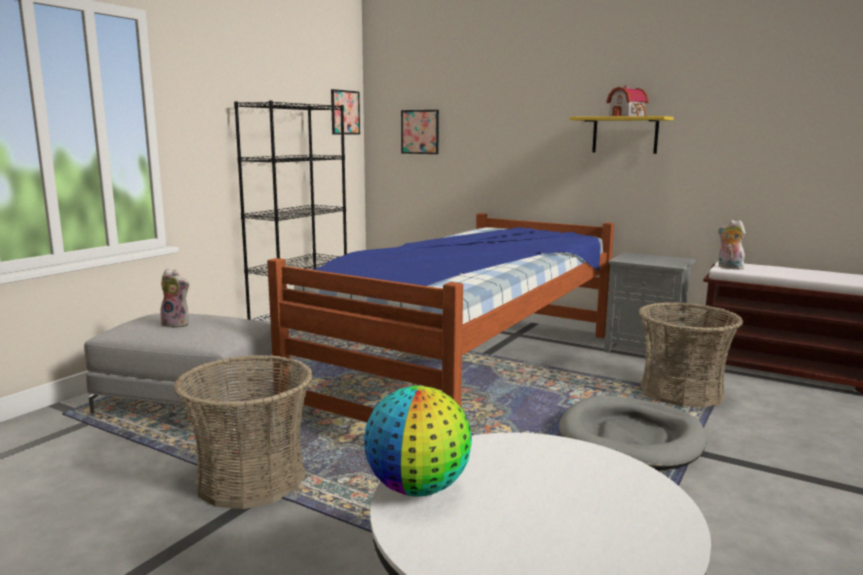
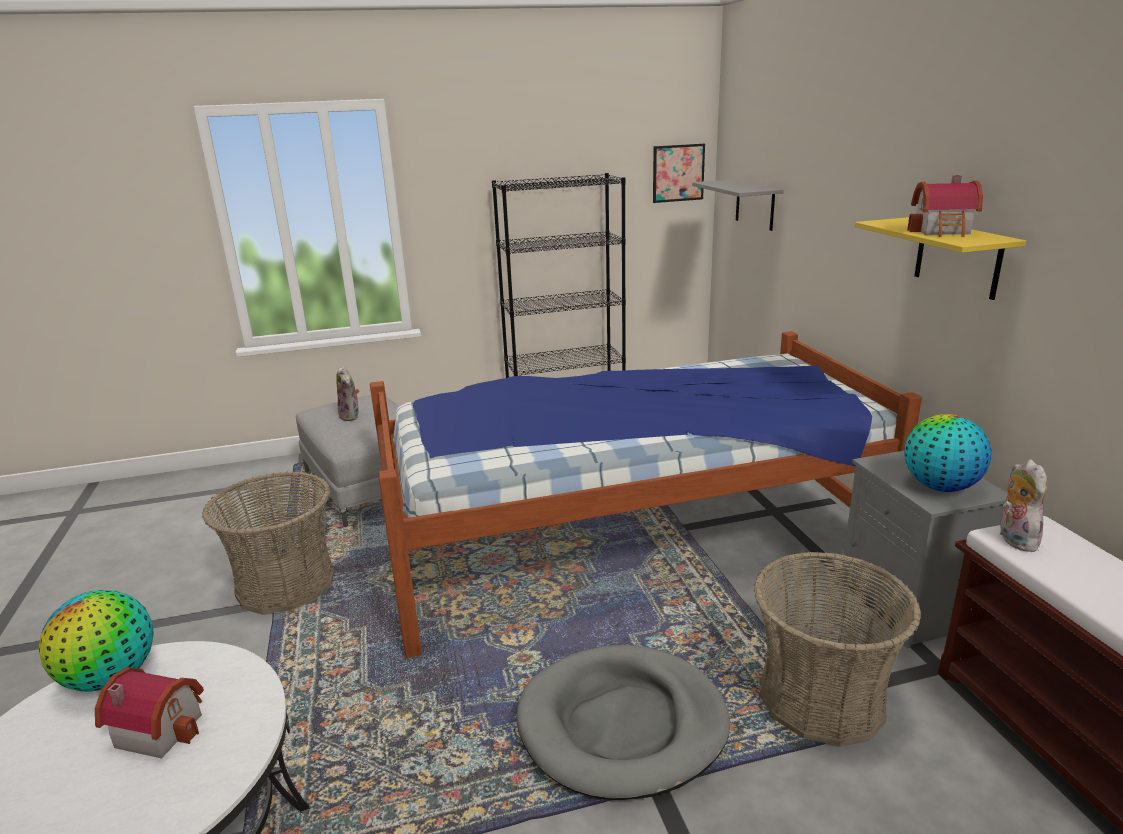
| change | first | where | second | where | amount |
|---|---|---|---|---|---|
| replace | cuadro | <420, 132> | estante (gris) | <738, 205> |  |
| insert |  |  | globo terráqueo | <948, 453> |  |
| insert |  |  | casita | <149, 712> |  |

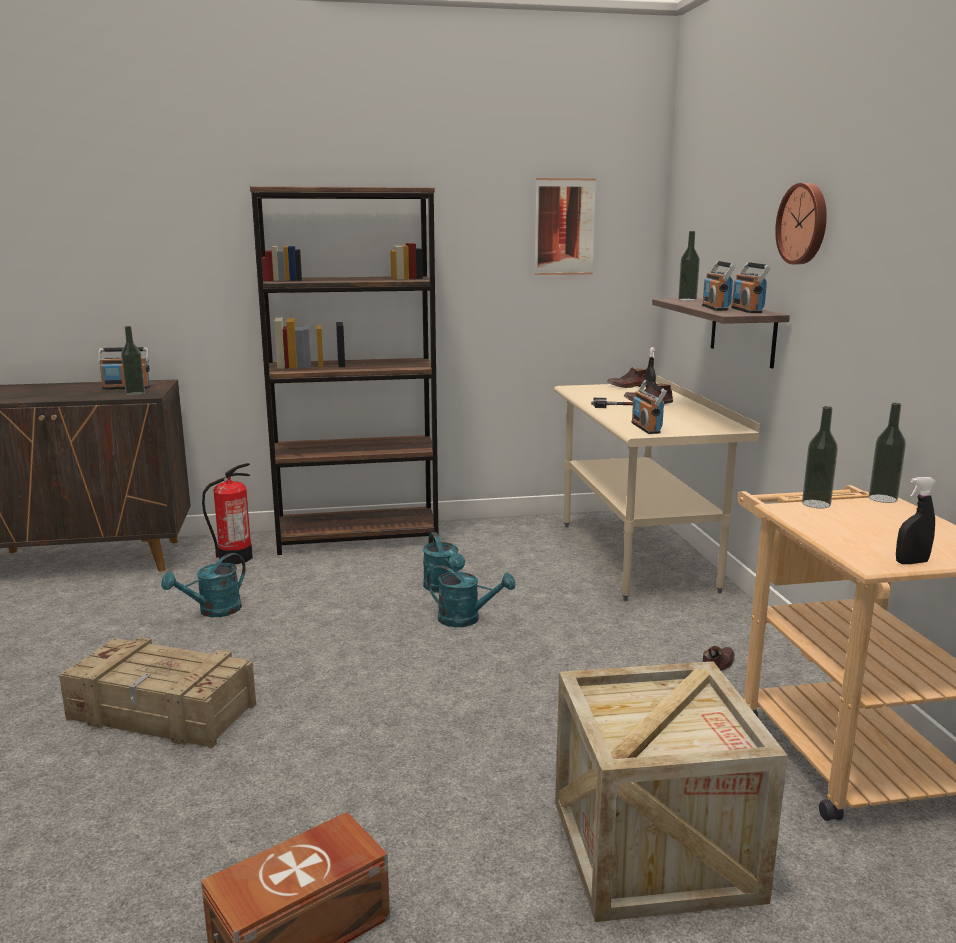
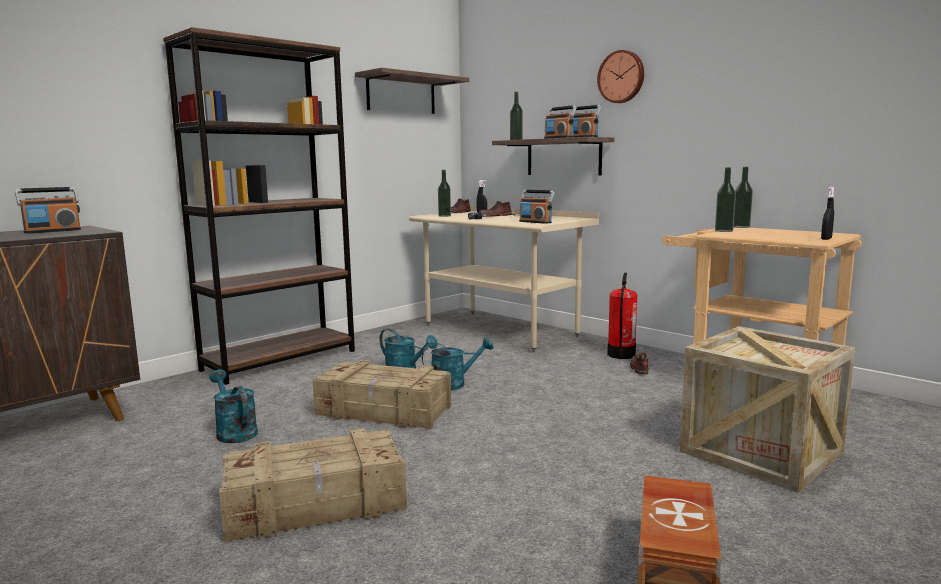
| change | first | where | second | where | amount |
|---|---|---|---|---|---|
| replace | cuadro | <565, 226> | estante | <412, 91> |  |
| move | botella | <133, 361> |  | <444, 193> |  |
| move | extintor | <227, 513> |  | <622, 316> |  |
| rotate | regadera (turquesa) | <203, 585> |  | <233, 406> | 135 degrees clockwise |
| insert |  |  | caja de embalaje | <381, 394> |  |

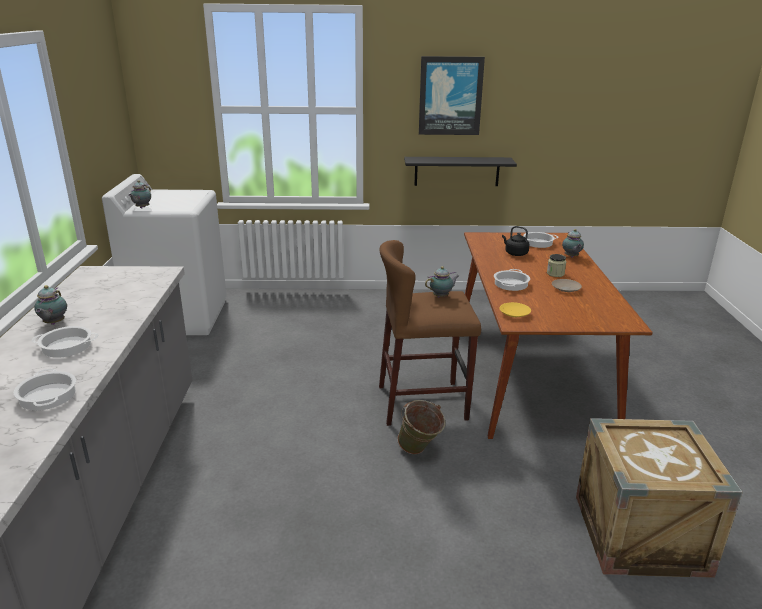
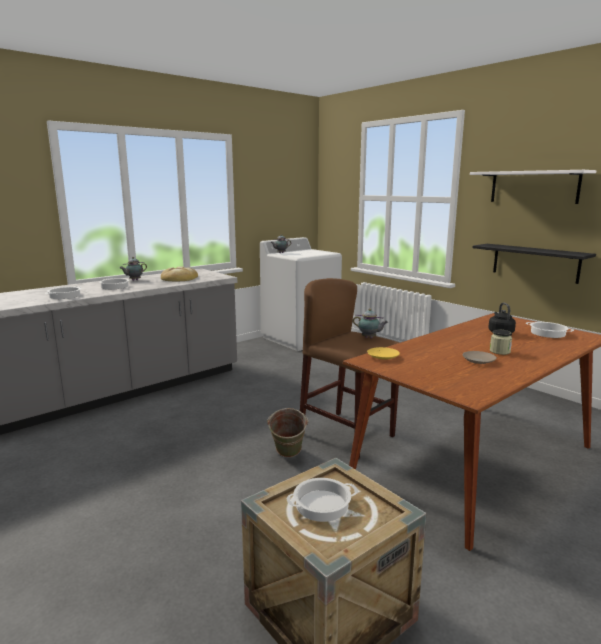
| change | first | where | second | where | amount |
|---|---|---|---|---|---|
| replace | cuadro | <452, 95> | estante (blanco) | <533, 187> |  |
| delete | tetera | <573, 243> |  |  |  |
| move | olla | <512, 280> |  | <322, 500> |  |
| insert |  |  | pan | <179, 274> |  |

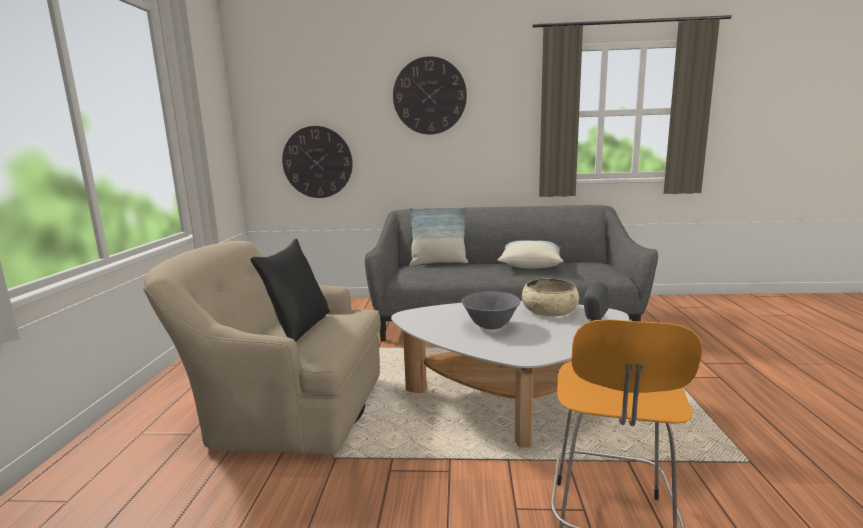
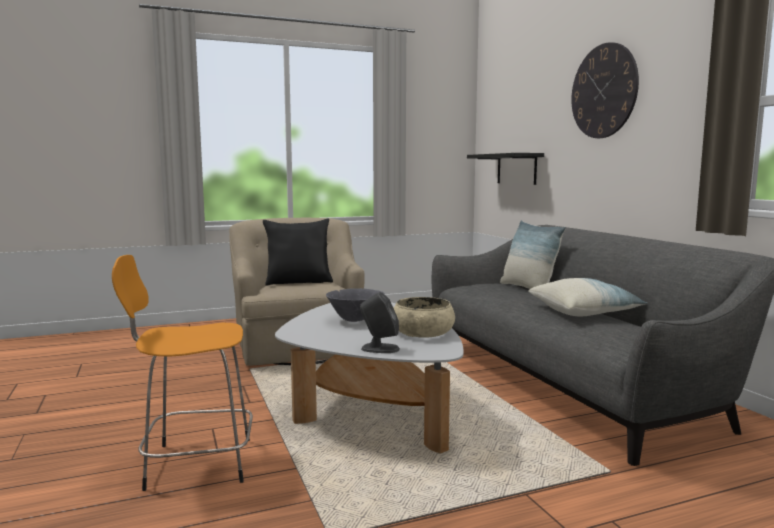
| change | first | where | second | where | amount |
|---|---|---|---|---|---|
| replace | reloj de pared | <317, 162> | estante (negro) | <505, 169> |  |

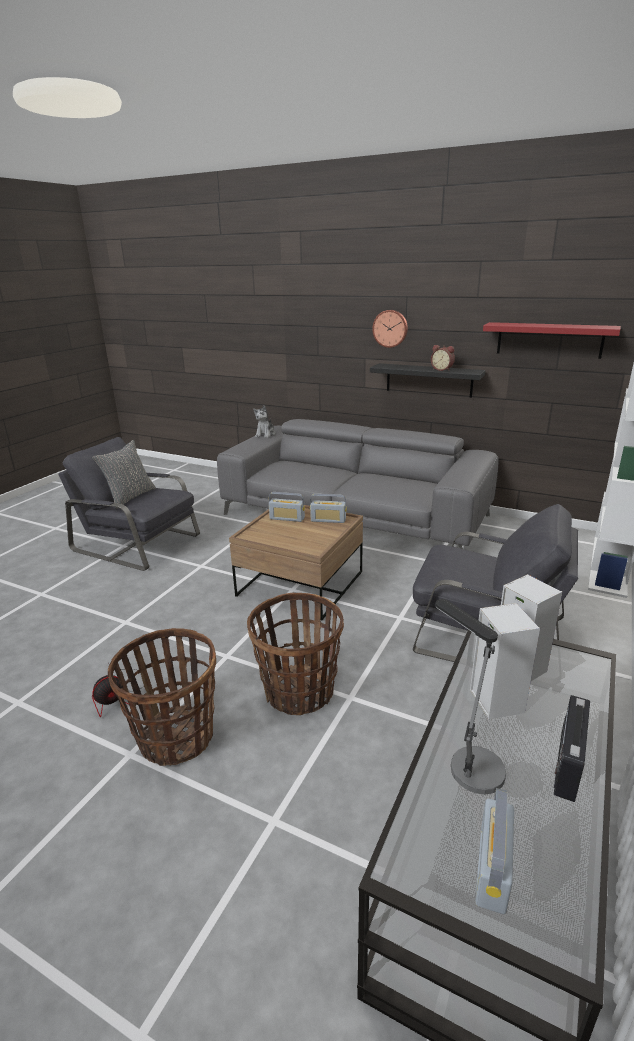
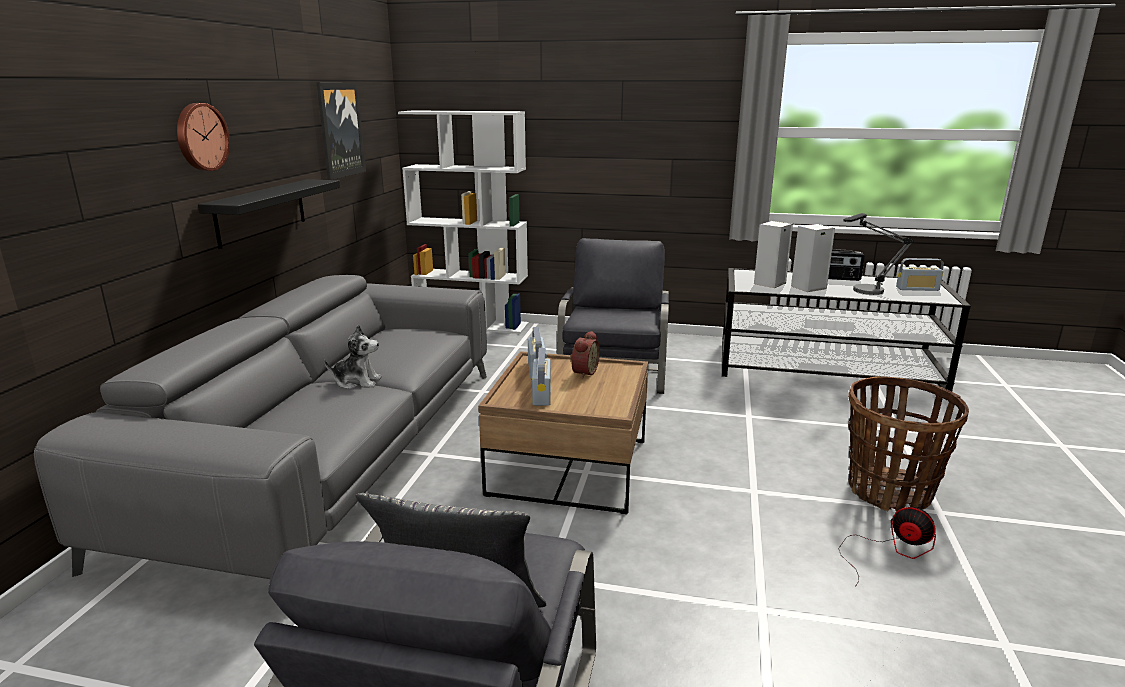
| change | first | where | second | where | amount |
|---|---|---|---|---|---|
| replace | estante (rojo) | <552, 340> | cuadro | <341, 131> |  |
| move | despertador | <443, 358> |  | <585, 355> |  |
| move | peluche | <264, 421> |  | <353, 356> |  |
| delete | cesta | <295, 654> |  |  |  |

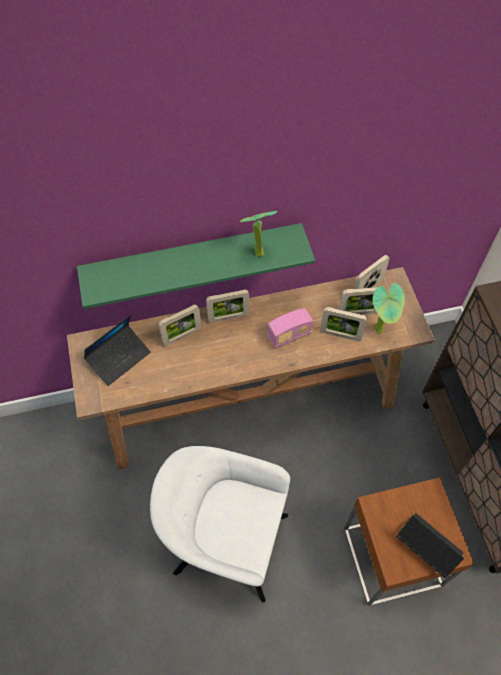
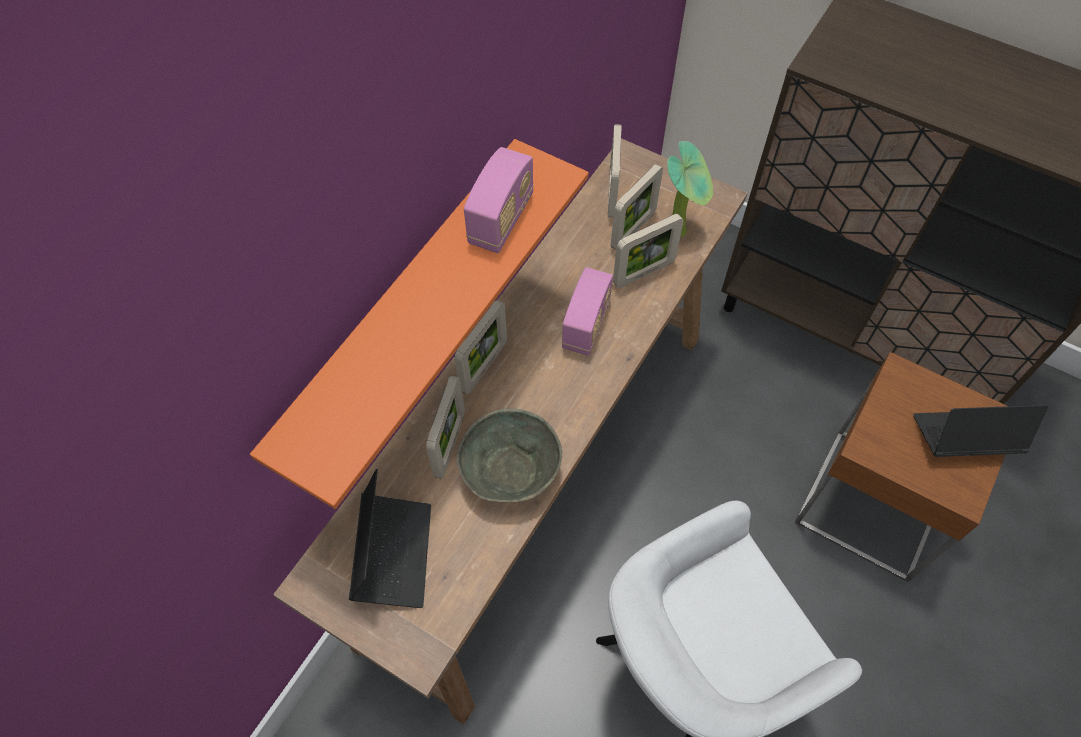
| change | first | where | second | where | amount |
|---|---|---|---|---|---|
| replace | planta en maceta | <258, 234> | radio | <499, 200> |  |
| recolor | estante (verde) | <196, 266> | estante (naranja) | <419, 324> |  |
| insert |  |  | cuenco (gris) | <509, 455> |  |

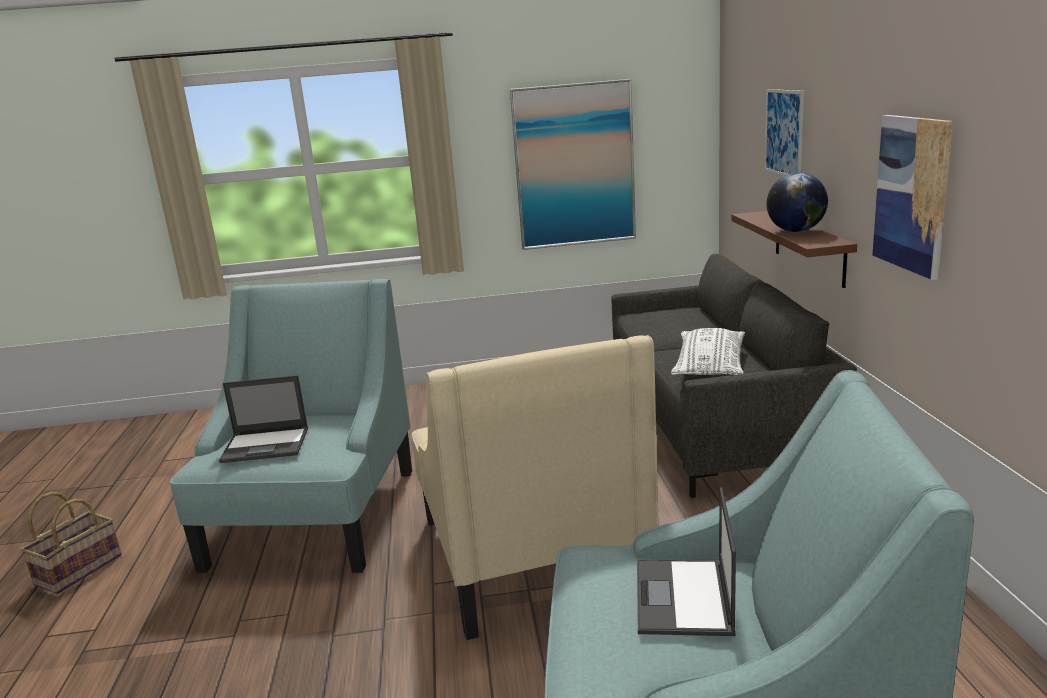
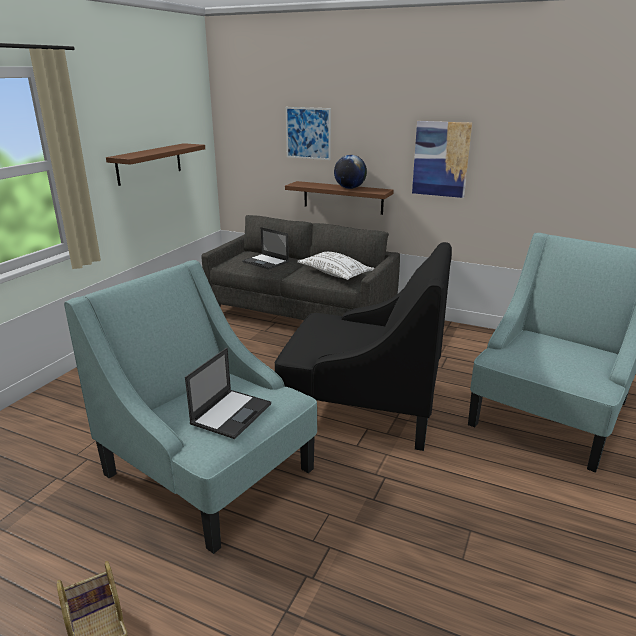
| change | first | where | second | where | amount |
|---|---|---|---|---|---|
| replace | cuadro | <573, 164> | estante (marrón) | <155, 164> |  |
| recolor | sillón (beis) | <535, 487> | sillón (negro) | <363, 346> |  |
| move | portátil | <686, 561> |  | <265, 248> |  |

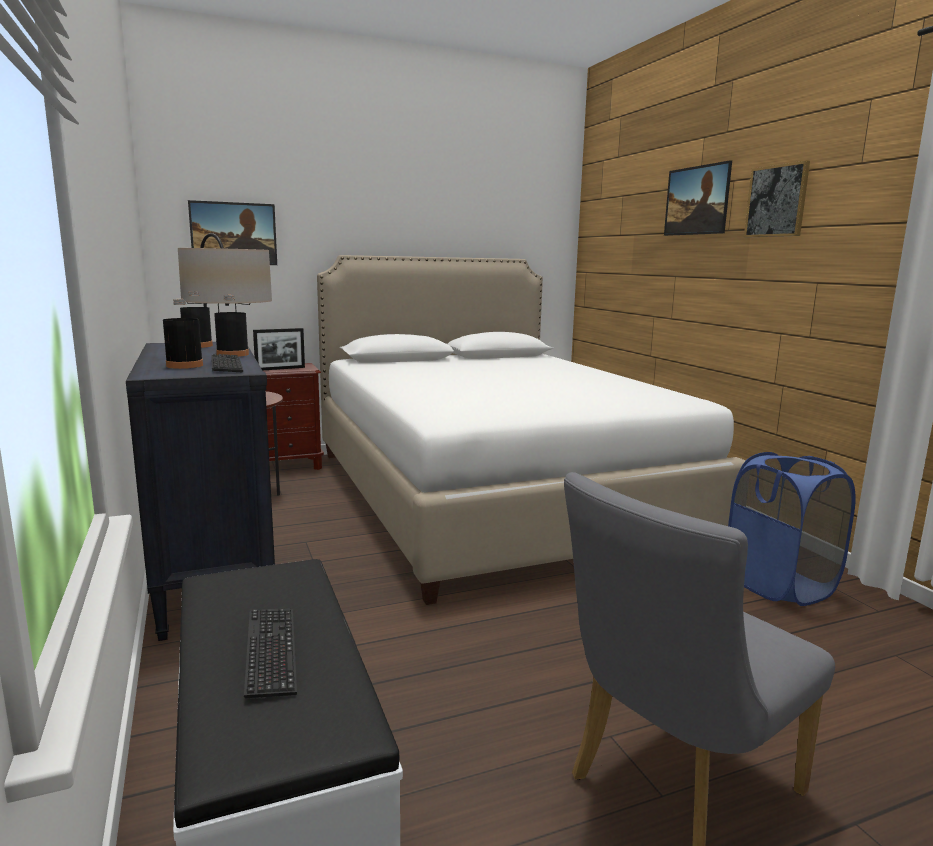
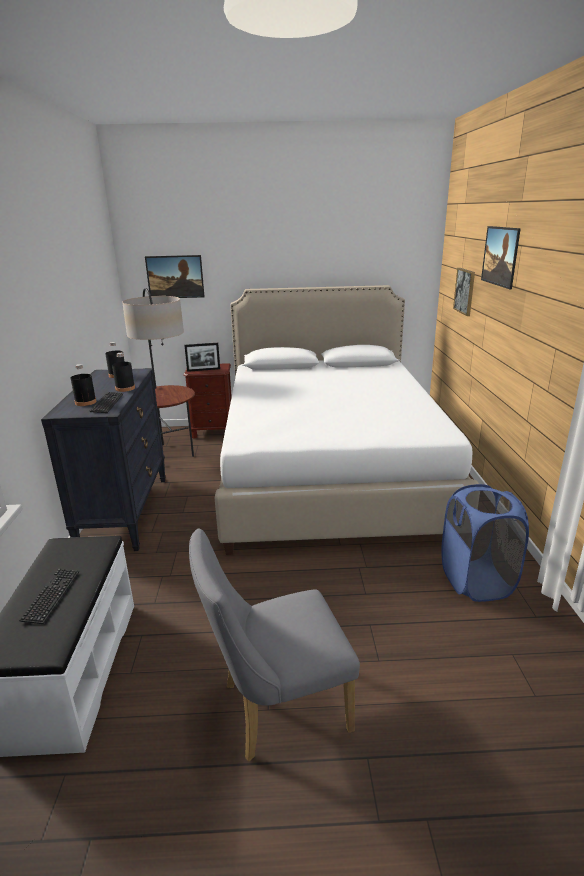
| change | first | where | second | where | amount |
|---|---|---|---|---|---|
| move | cuadro | <777, 199> |  | <464, 292> |  |

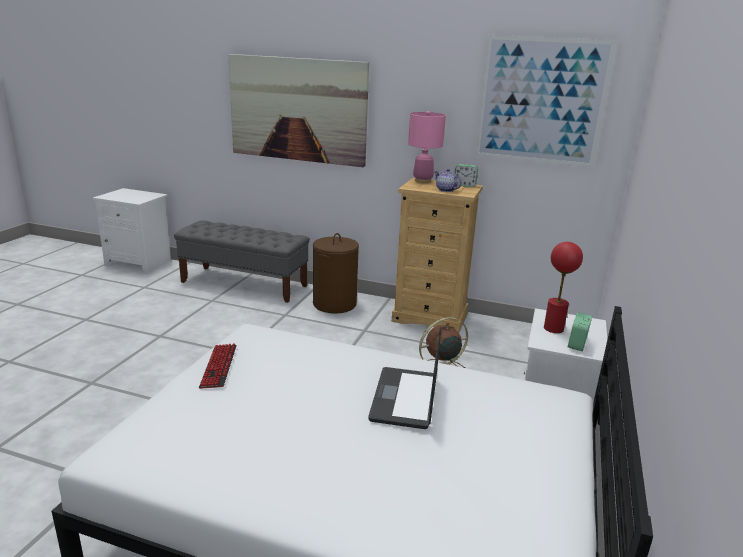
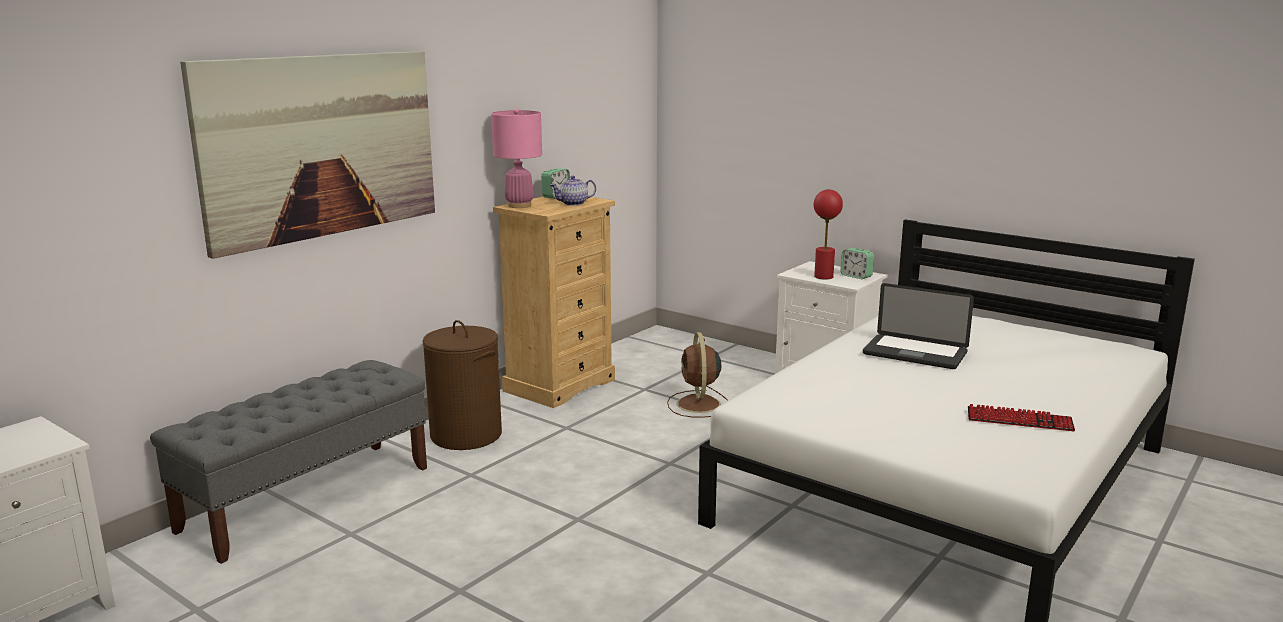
| change | first | where | second | where | amount |
|---|---|---|---|---|---|
| delete | cuadro | <546, 101> |  |  |  |
| move | teclado | <218, 366> |  | <1021, 417> |  |

